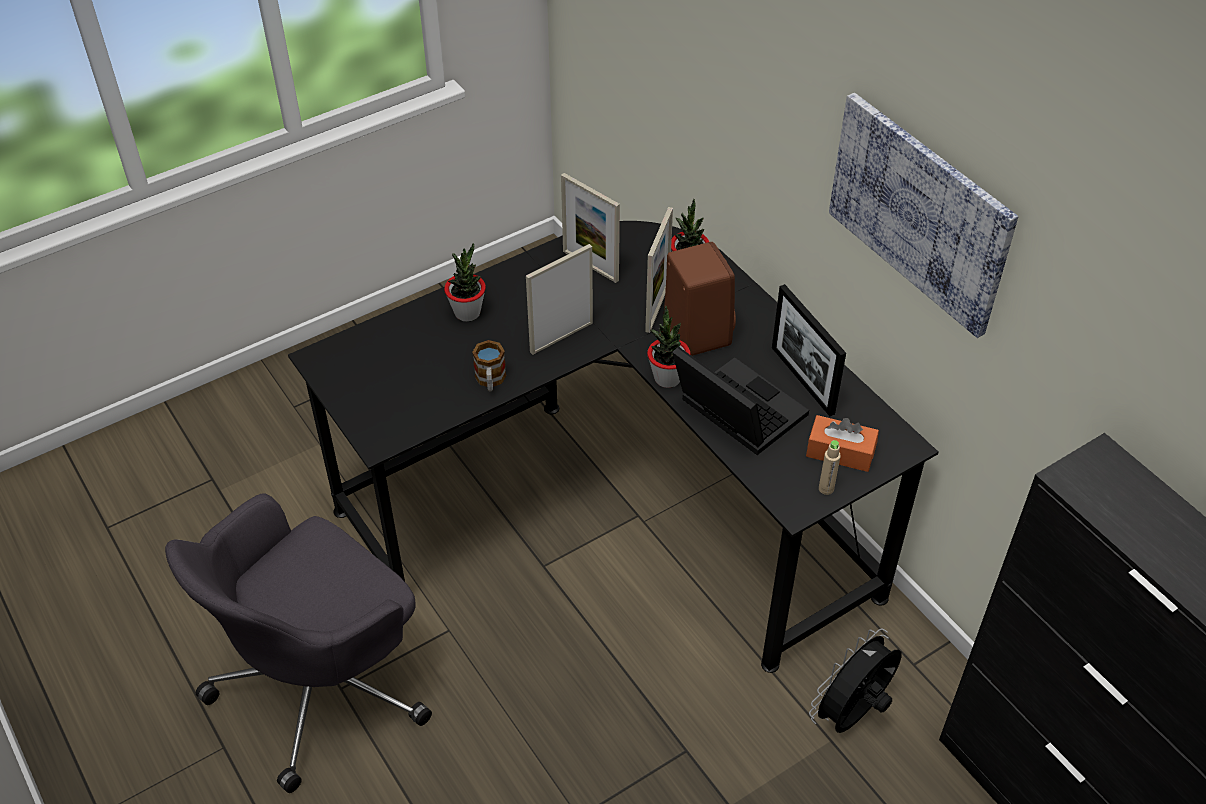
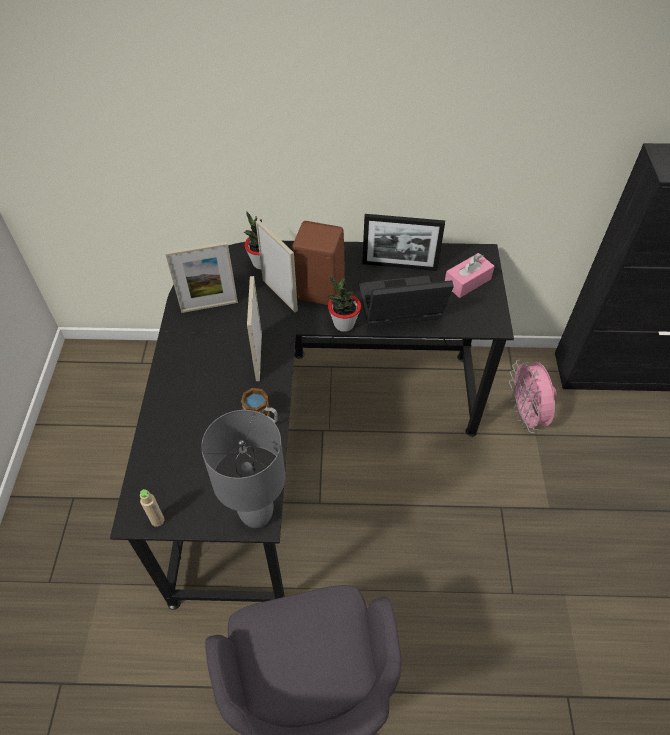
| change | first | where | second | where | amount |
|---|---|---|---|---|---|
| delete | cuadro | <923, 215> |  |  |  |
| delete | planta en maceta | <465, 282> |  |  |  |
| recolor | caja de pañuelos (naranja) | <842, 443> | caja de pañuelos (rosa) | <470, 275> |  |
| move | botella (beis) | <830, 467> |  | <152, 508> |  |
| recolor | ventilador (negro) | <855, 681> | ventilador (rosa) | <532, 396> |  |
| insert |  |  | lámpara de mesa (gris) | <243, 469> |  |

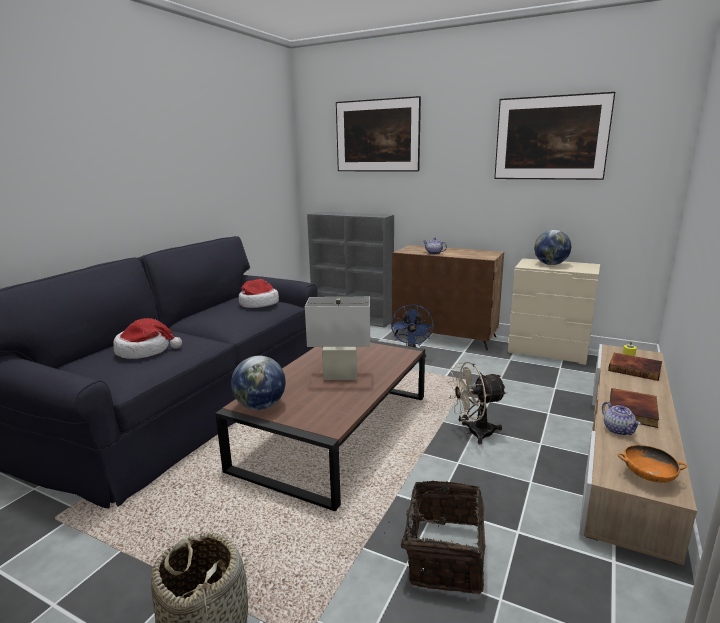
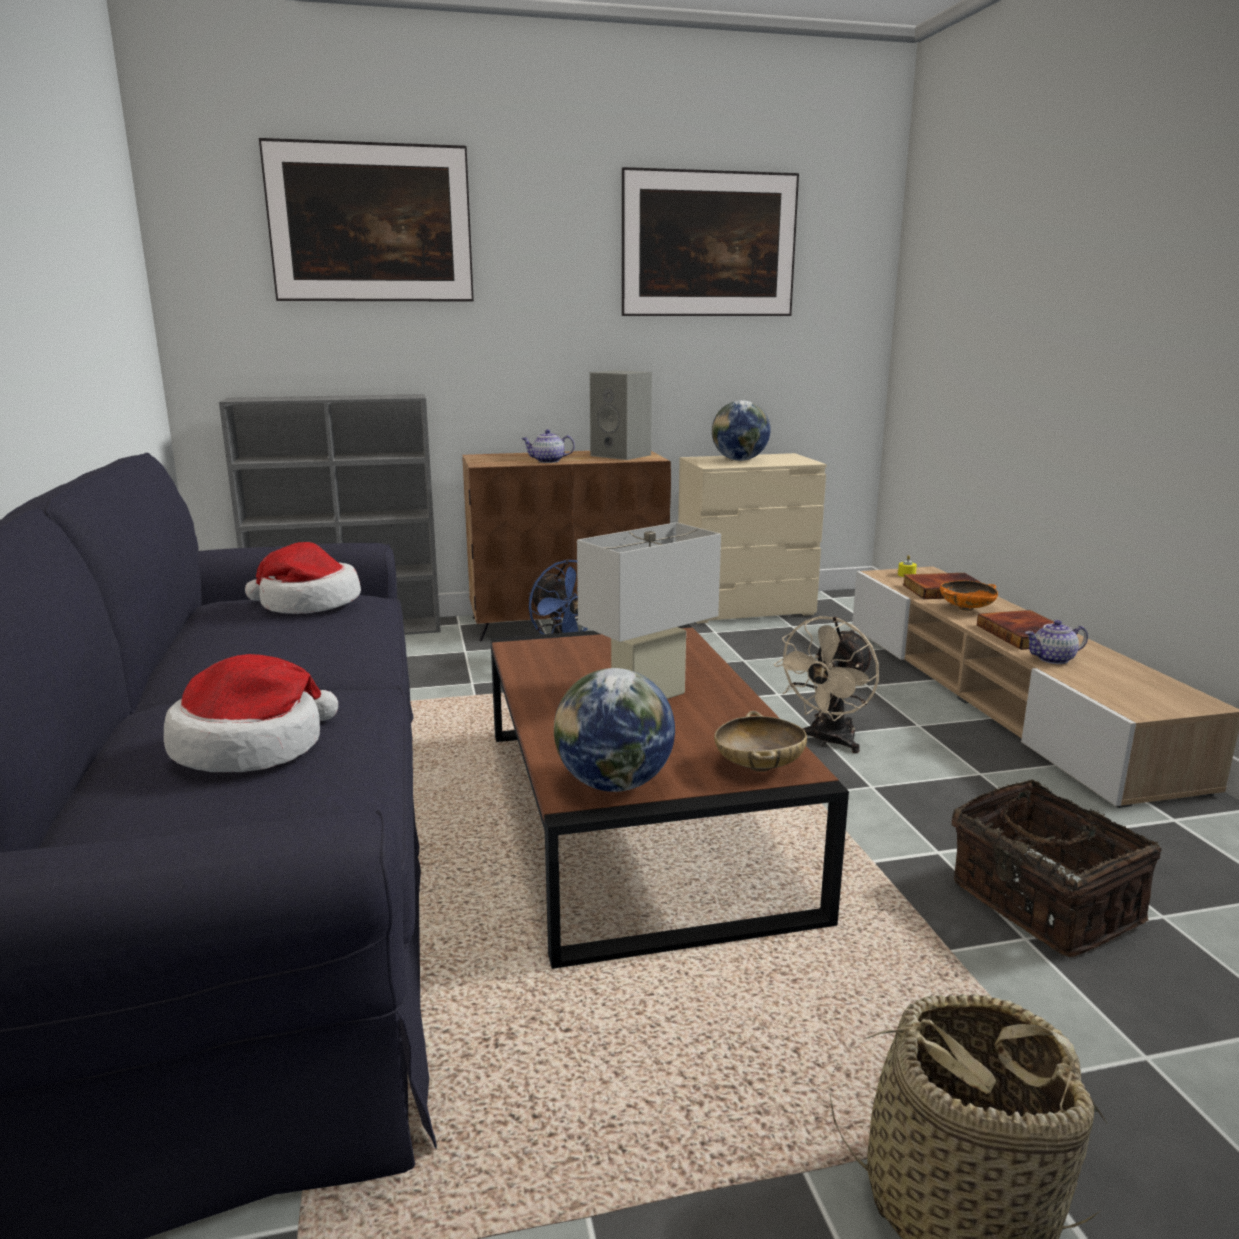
| change | first | where | second | where | amount |
|---|---|---|---|---|---|
| rotate | tetera | <621, 418> |  | <1056, 642> | 135 degrees clockwise |
| move | cuenco (naranja) | <652, 464> |  | <969, 595> |  |
| insert |  |  | altavoz (gris) | <621, 415> |  |
| insert |  |  | cuenco (beis) | <760, 741> |  |

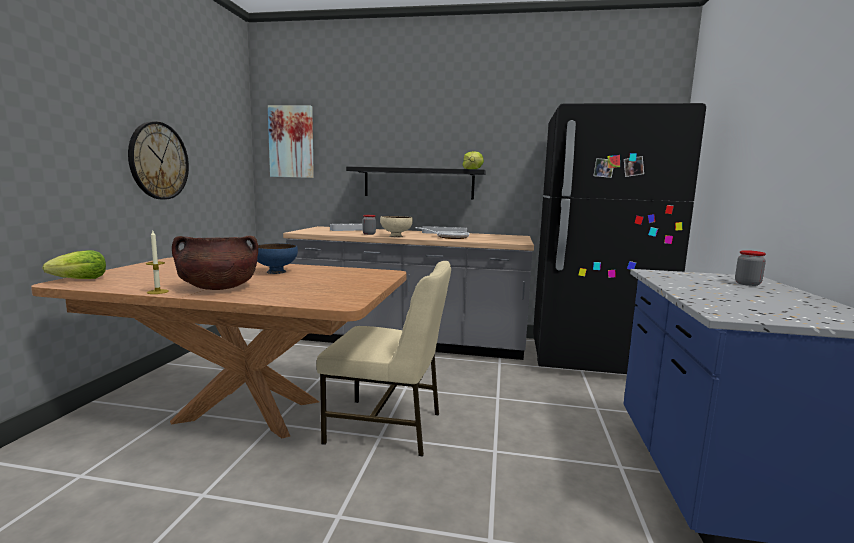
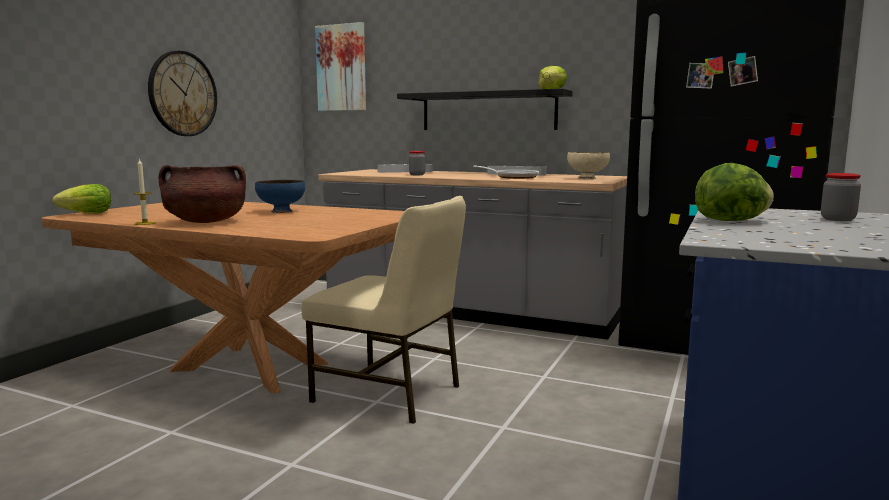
| change | first | where | second | where | amount |
|---|---|---|---|---|---|
| move | cuenco (beis) | <396, 226> |  | <588, 165> |  |
| insert |  |  | lechuga | <734, 192> |  |

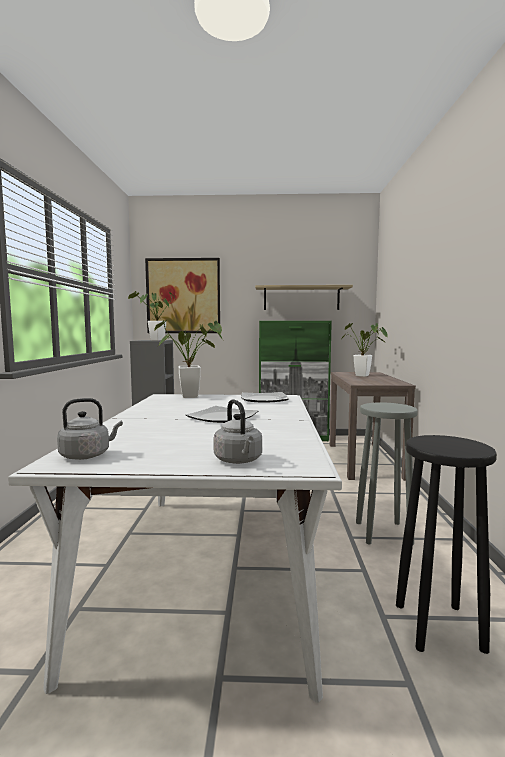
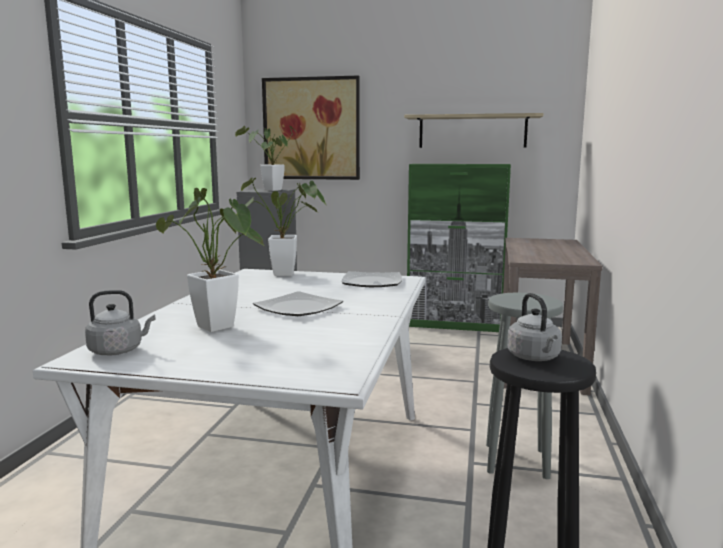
| change | first | where | second | where | amount |
|---|---|---|---|---|---|
| move | planta en maceta | <364, 350> |  | <210, 260> |  |
| move | hervidor (gris) | <237, 431> |  | <534, 327> |  |

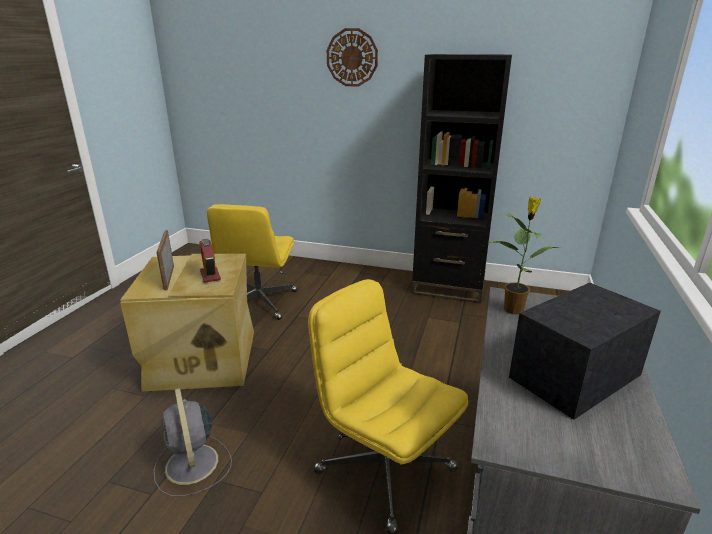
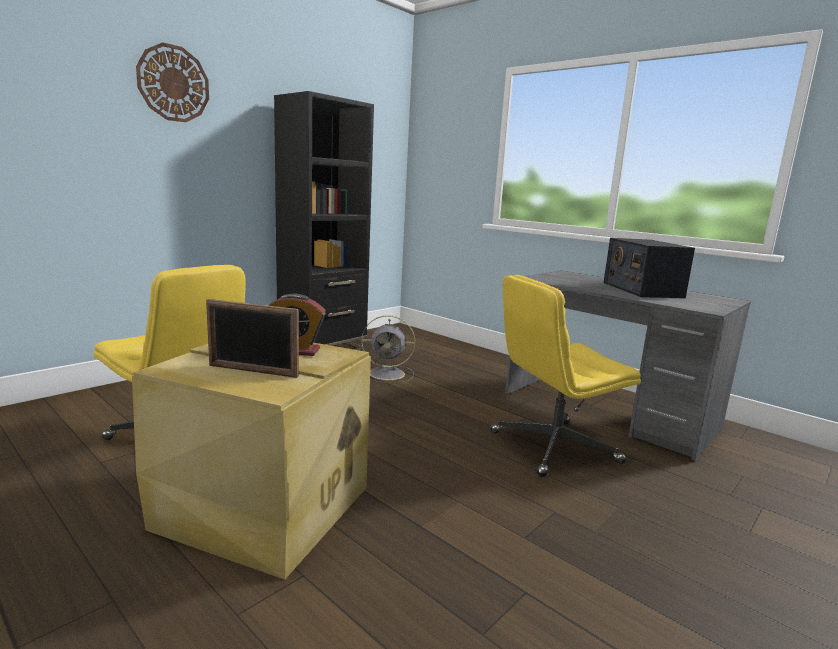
| change | first | where | second | where | amount |
|---|---|---|---|---|---|
| delete | planta en maceta | <526, 255> |  |  |  |
| move | ventilador (gris) | <193, 442> |  | <388, 349> |  |

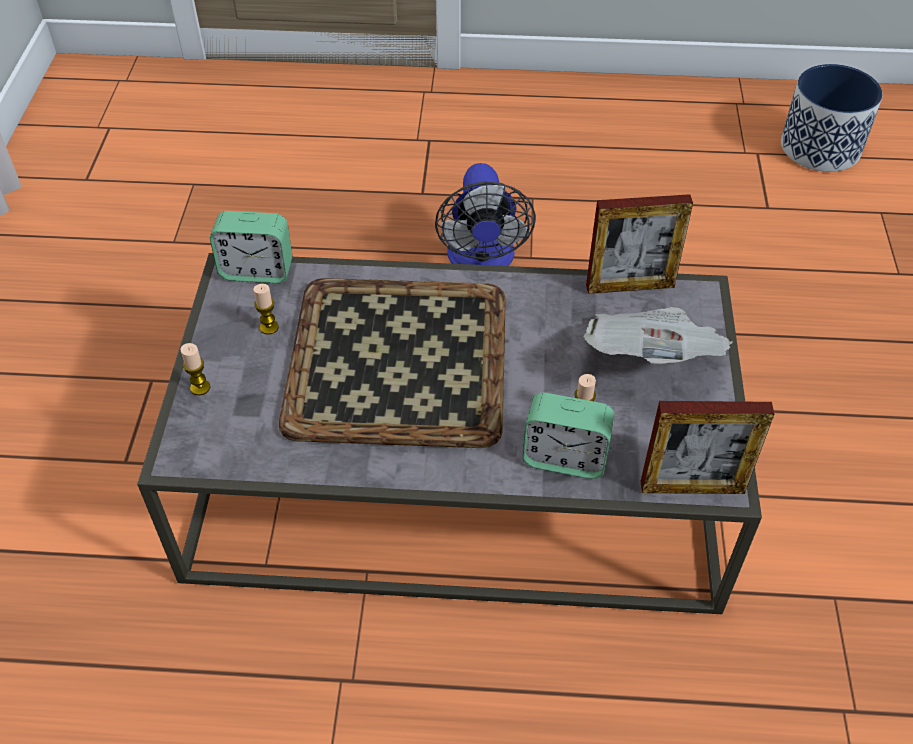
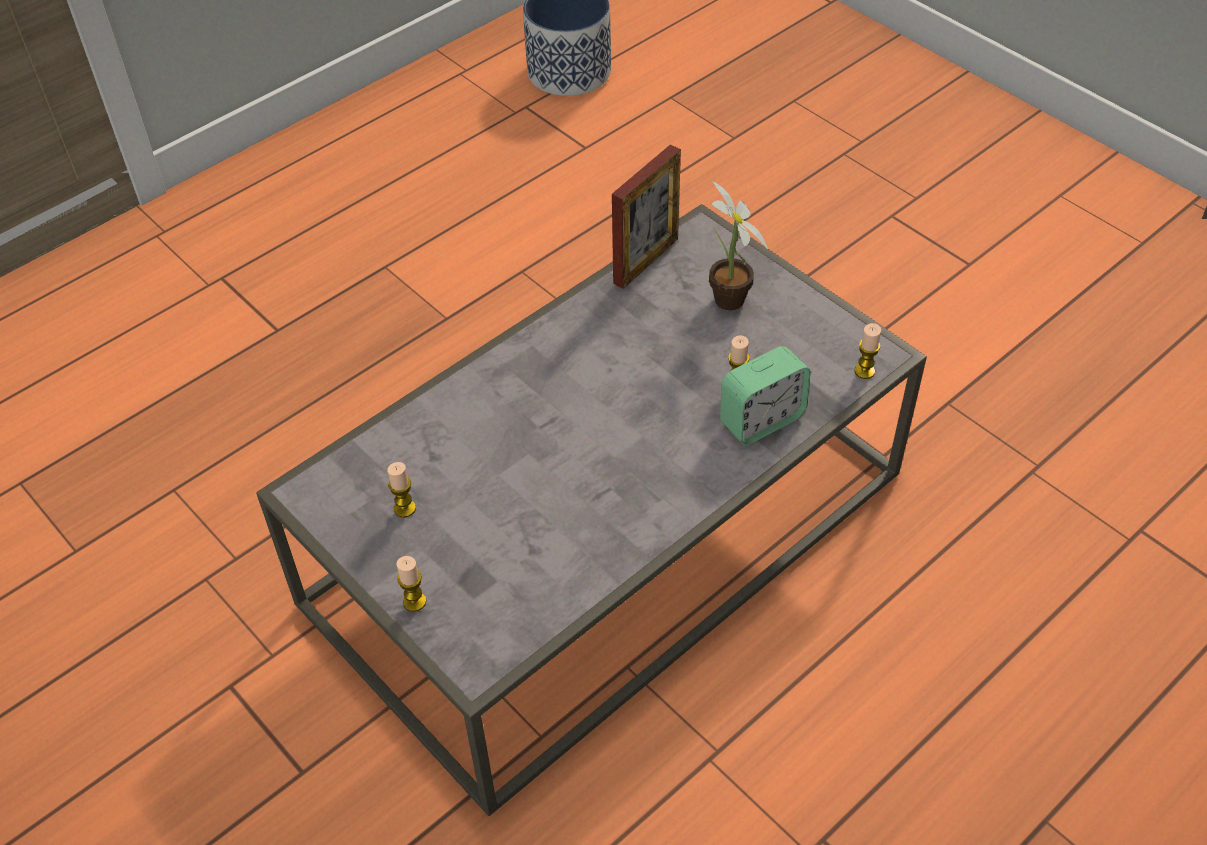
| change | first | where | second | where | amount |
|---|---|---|---|---|---|
| delete | ventilador | <485, 214> |  |  |  |
| delete | despertador | <251, 247> |  |  |  |
| delete | bandeja | <392, 363> |  |  |  |
| replace | periódico | <658, 335> | planta en maceta | <738, 246> |  |
| replace | portarretratos | <707, 447> | vela | <868, 351> |  |

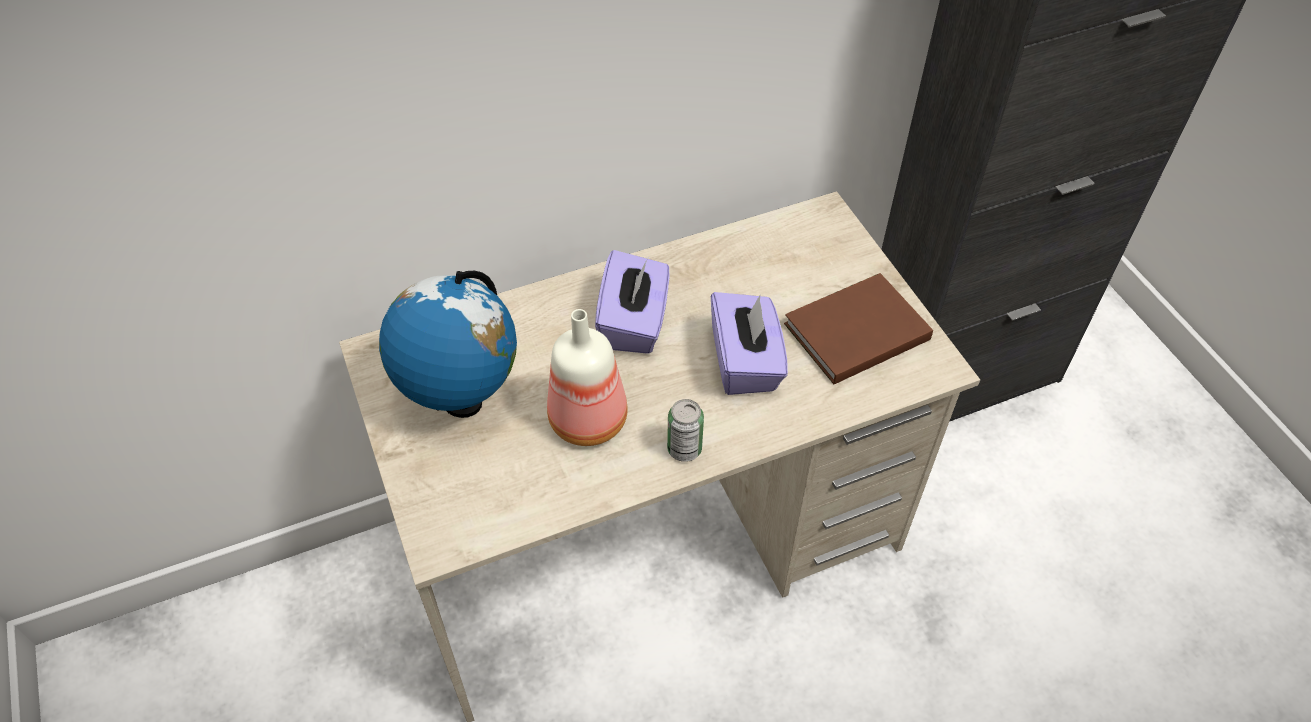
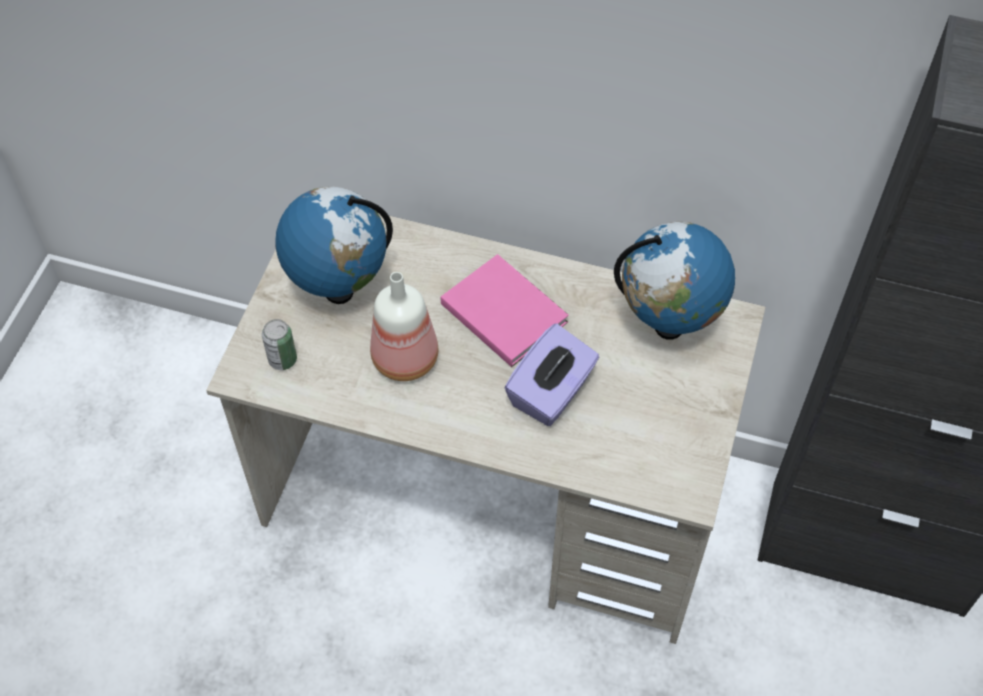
| change | first | where | second | where | amount |
|---|---|---|---|---|---|
| replace | caja de pañuelos (morado) | <632, 302> | libro (rosa) | <505, 310> |  |
| delete | libro (marrón) | <858, 328> |  |  |  |
| move | lata | <685, 430> |  | <279, 344> |  |
| insert |  |  | globo terráqueo | <674, 281> |  |

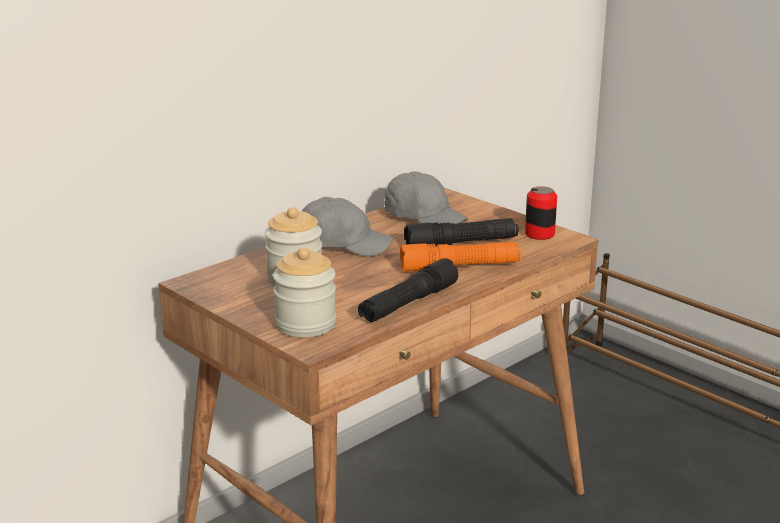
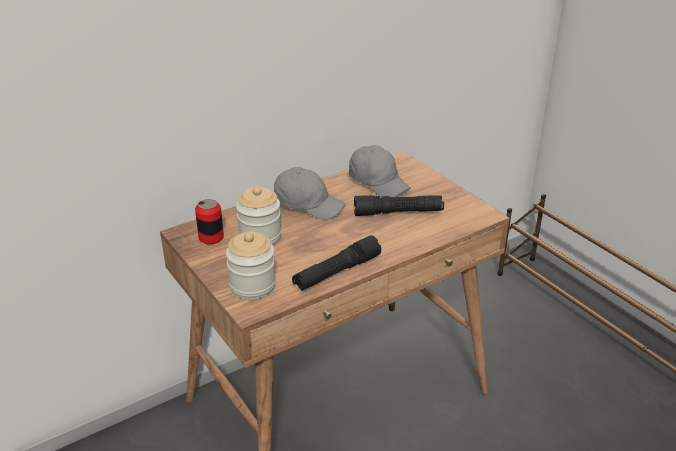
| change | first | where | second | where | amount |
|---|---|---|---|---|---|
| move | lata | <541, 213> |  | <209, 221> |  |
| delete | linterna (naranja) | <460, 257> |  |  |  |

